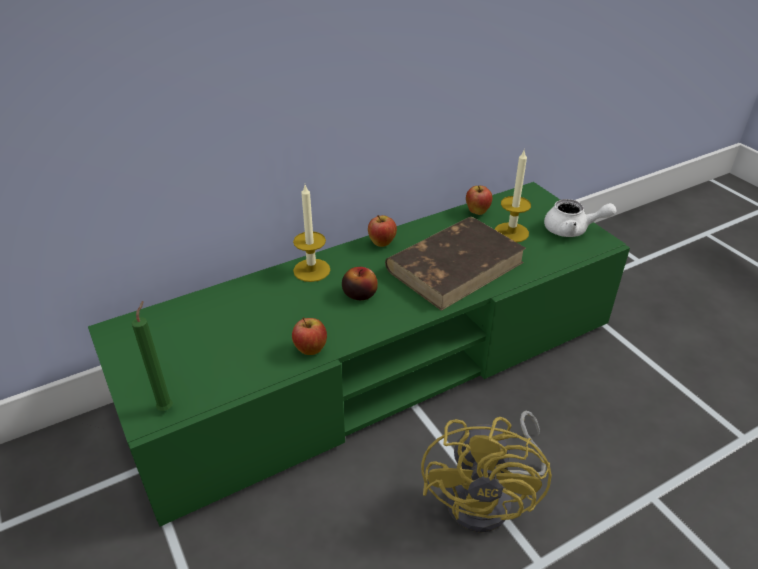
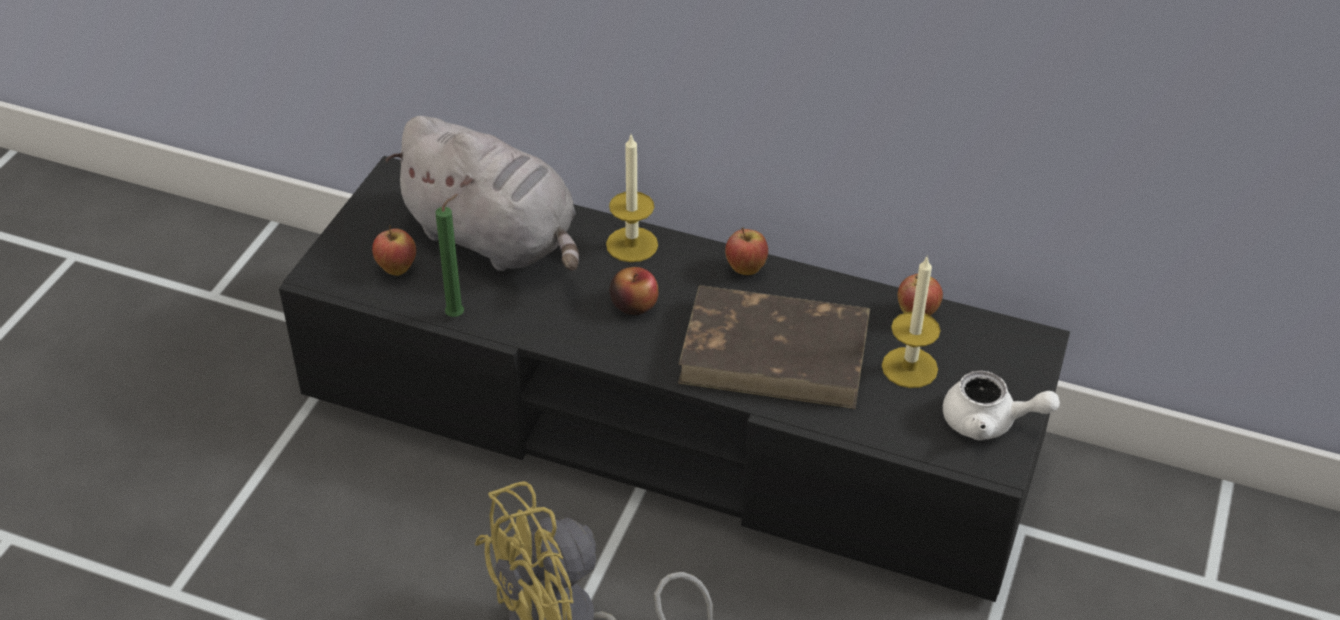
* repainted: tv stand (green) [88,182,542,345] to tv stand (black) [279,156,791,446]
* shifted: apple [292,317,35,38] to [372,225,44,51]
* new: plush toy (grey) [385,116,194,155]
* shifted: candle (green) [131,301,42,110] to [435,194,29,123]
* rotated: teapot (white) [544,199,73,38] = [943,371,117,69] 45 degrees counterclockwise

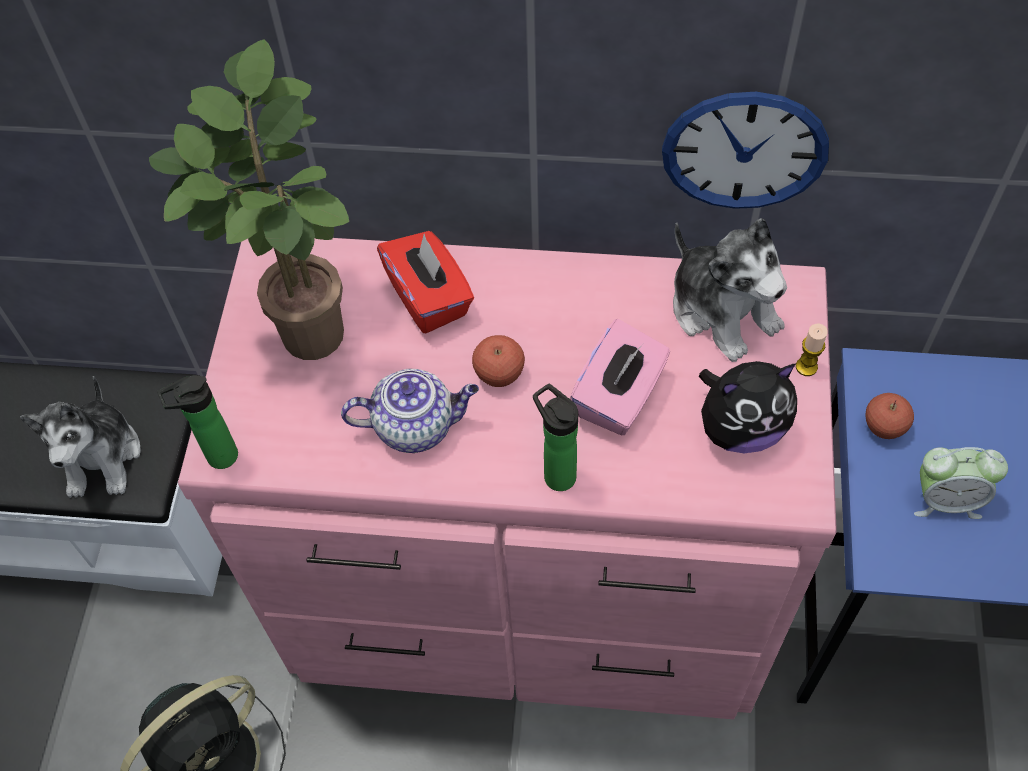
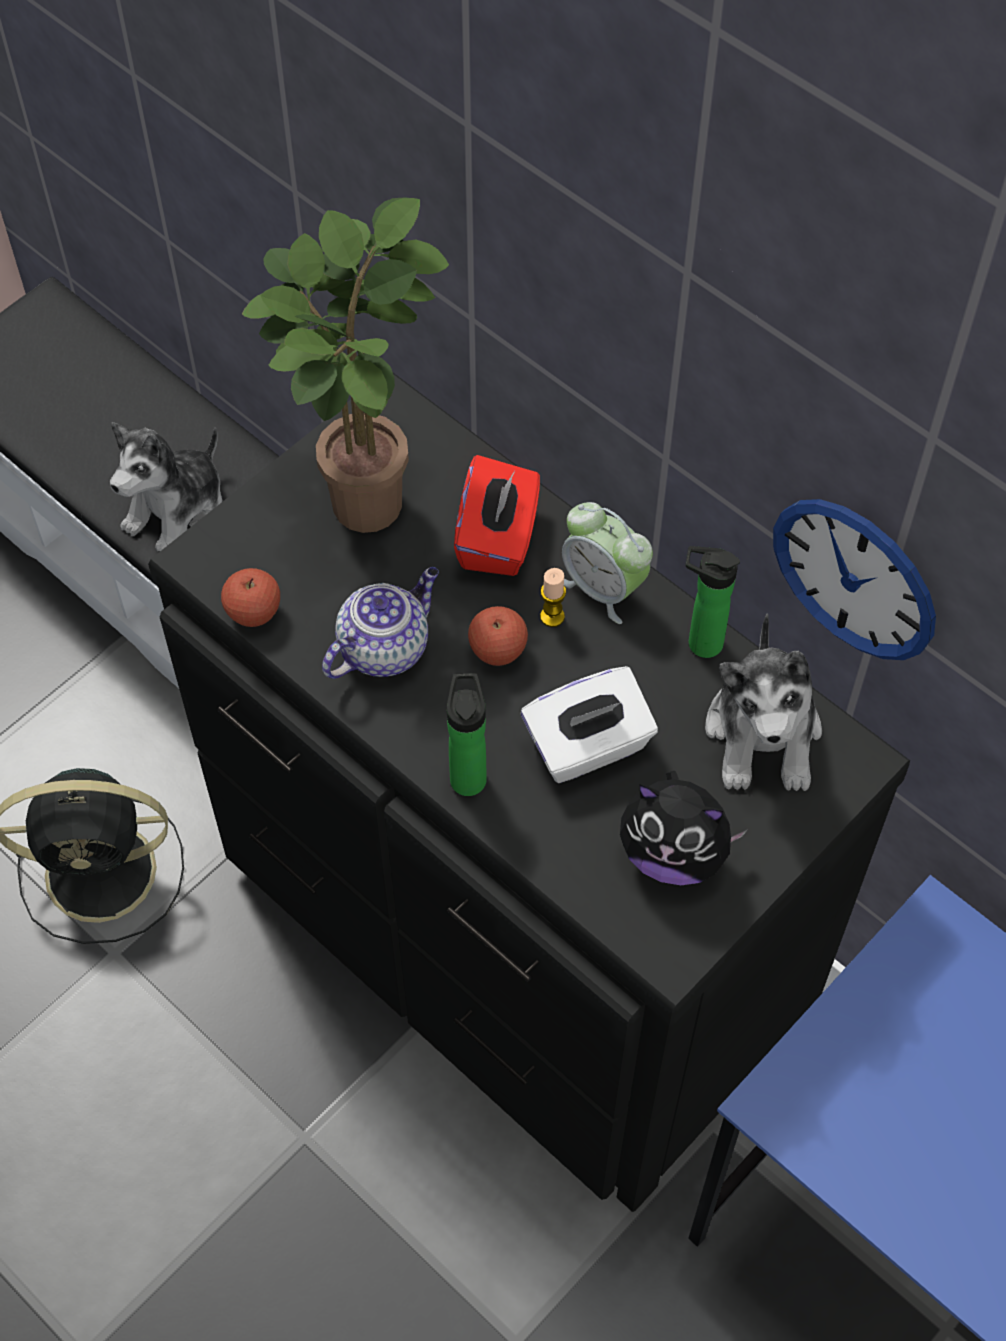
* repainted: dresser (pink) [178,238,659,481] to dresser (black) [148,373,762,839]
* shifted: apple [865,393,49,46] to [221,568,59,59]
* rotated: teapot [341,369,138,84] = [322,567,117,112] 75 degrees counterclockwise
* repainted: tissue box (pink) [570,319,100,116] to tissue box (white) [521,666,137,117]
* shifted: candle [796,324,32,52] to [540,568,26,59]
* shifted: alarm clock [914,447,94,72] to [562,502,91,122]
* shifted: bottle [157,375,81,94] to [686,546,54,112]

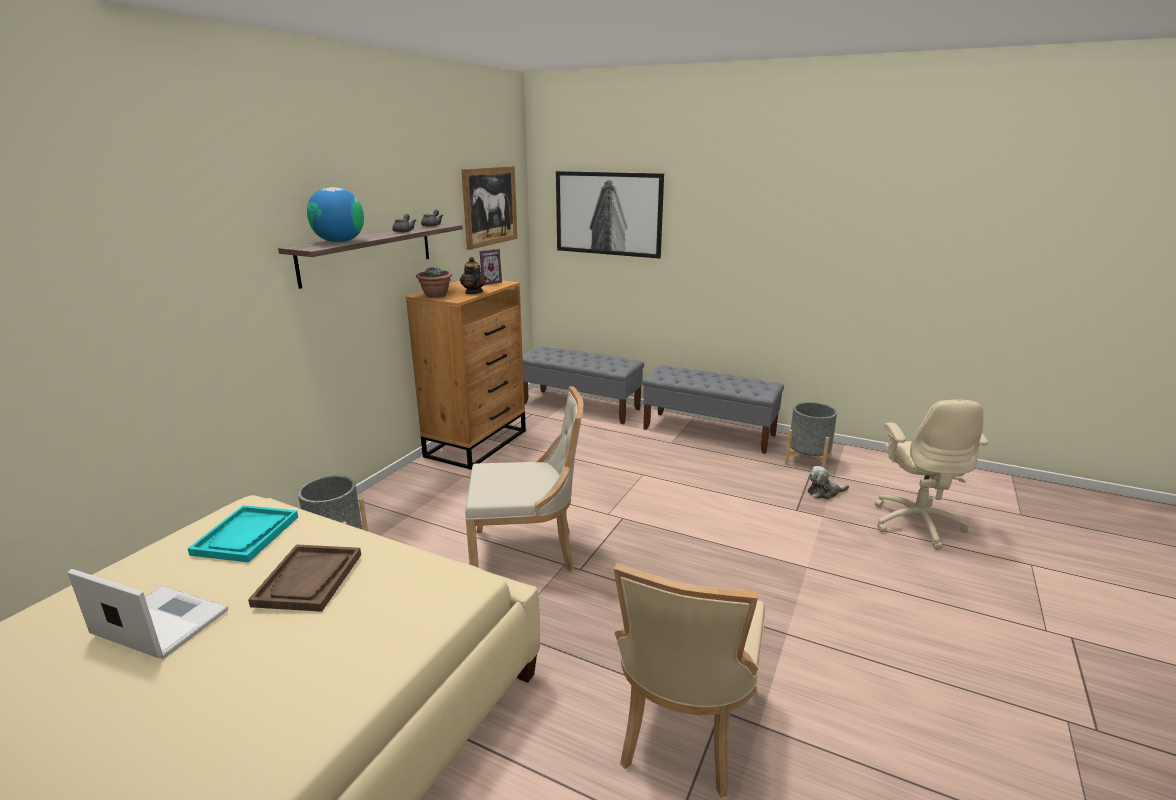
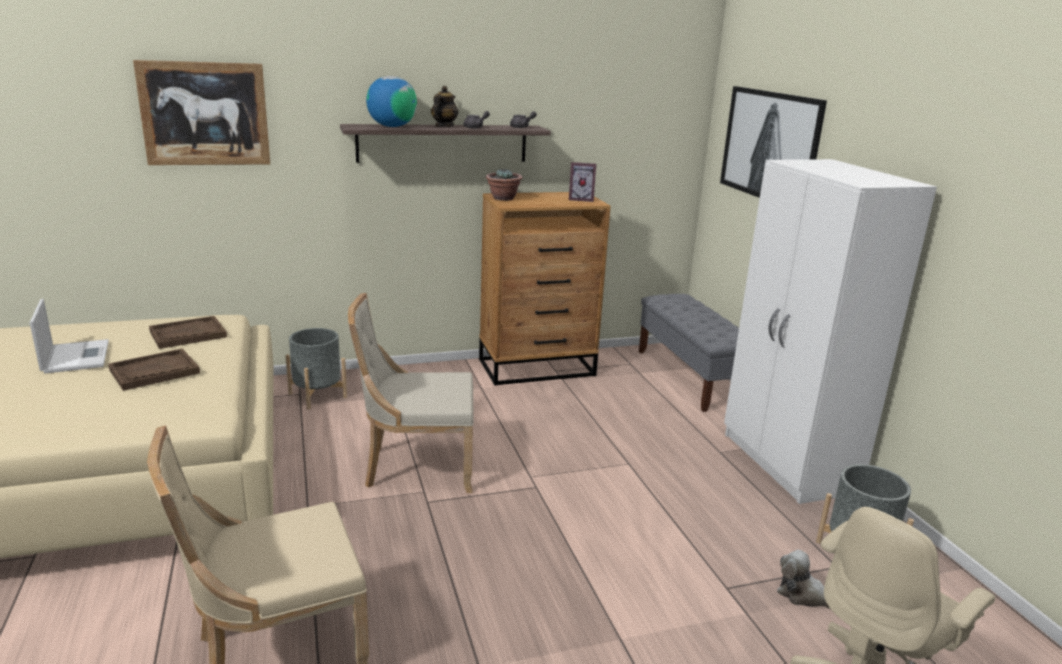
* shifted: picture [461,166,57,84] to [133,60,137,105]
* repainted: tray (turquoise) [187,505,111,57] to tray (brown) [149,316,78,33]
* rotated: chair (beige) [465,386,118,186] = [348,293,126,200] 135 degrees clockwise
* shifted: teapot [460,257,26,37] to [431,86,28,41]
* swapped: bench (grey) [642,365,142,89] to wardrobe (white) [724,159,213,345]

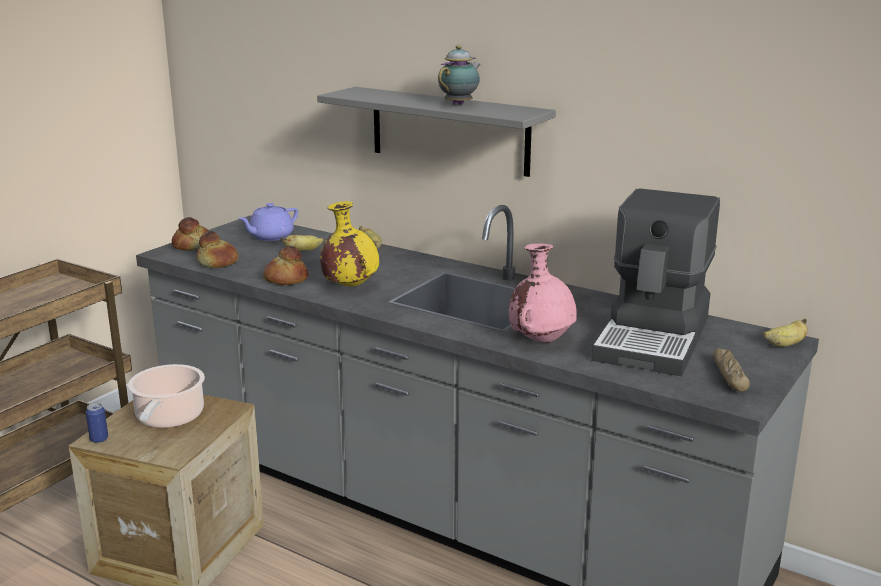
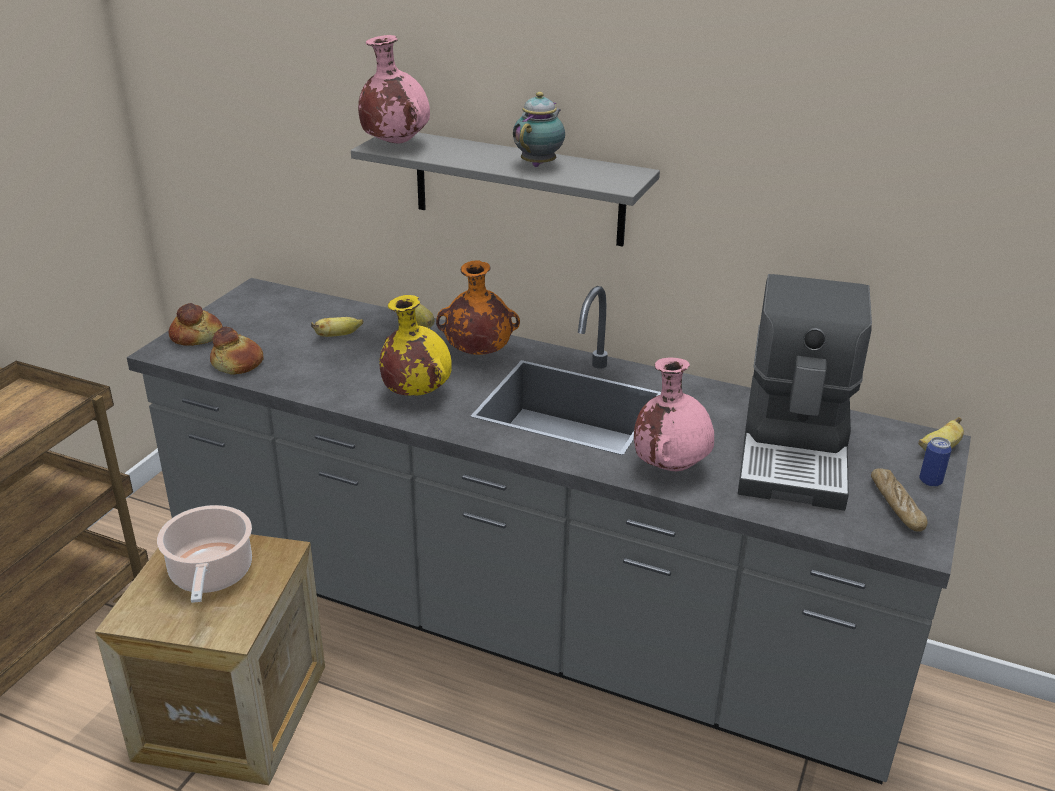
* new: vase (pink) [358,35,72,108]
* new: vase (orange) [436,260,84,95]
* shifted: can [86,403,22,40] to [919,437,33,50]
* gone: teapot (purple) [238,203,60,38]
* gone: bread [263,246,45,39]

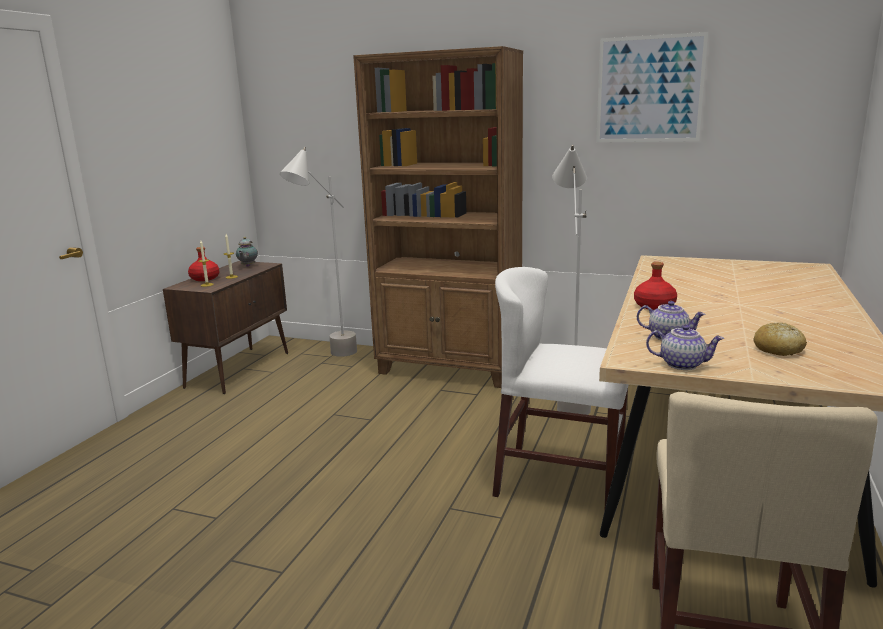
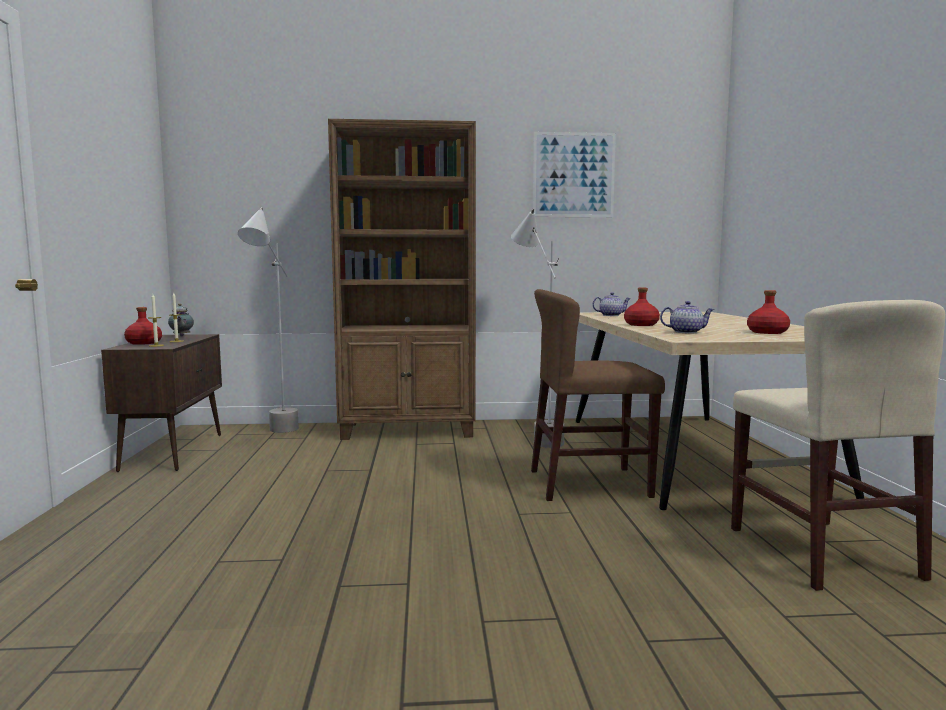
* repainted: chair (white) [492,267,137,240] to chair (brown) [531,289,134,212]
* shifted: teapot [646,324,78,46] to [592,292,39,24]
* swapped: bread [753,323,54,33] to bottle (red) [747,290,43,44]

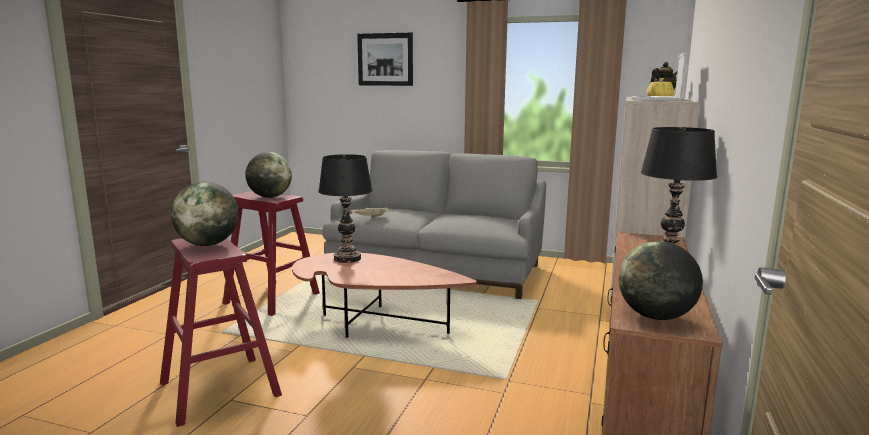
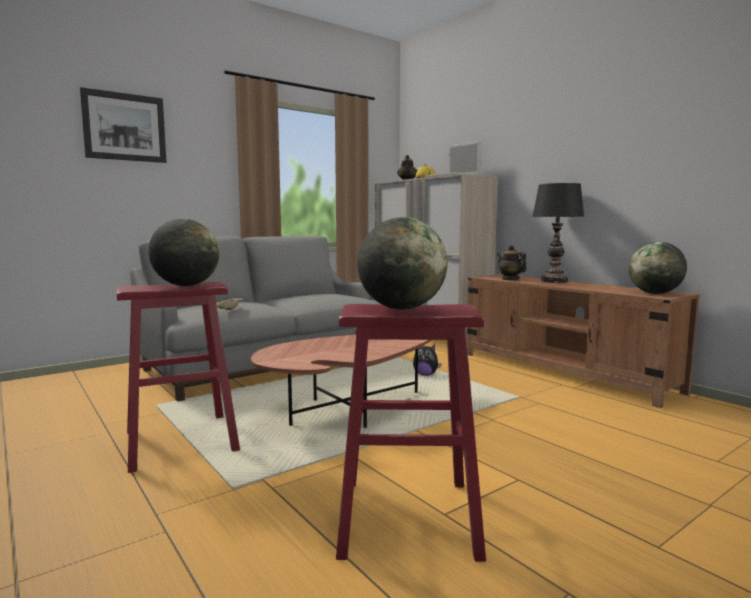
* new: plush toy [413,345,29,31]
* new: teapot [497,245,30,35]
* gone: table lamp (black) [318,154,55,109]

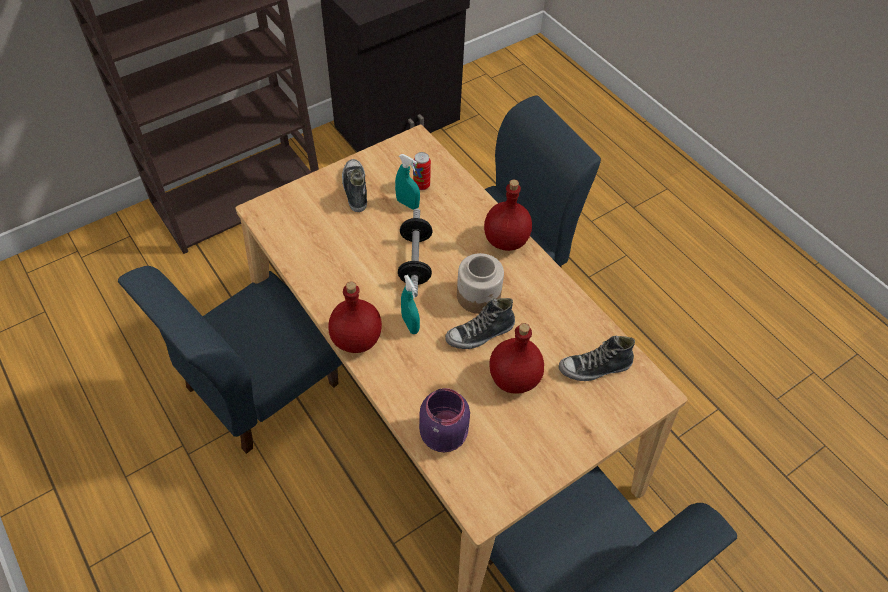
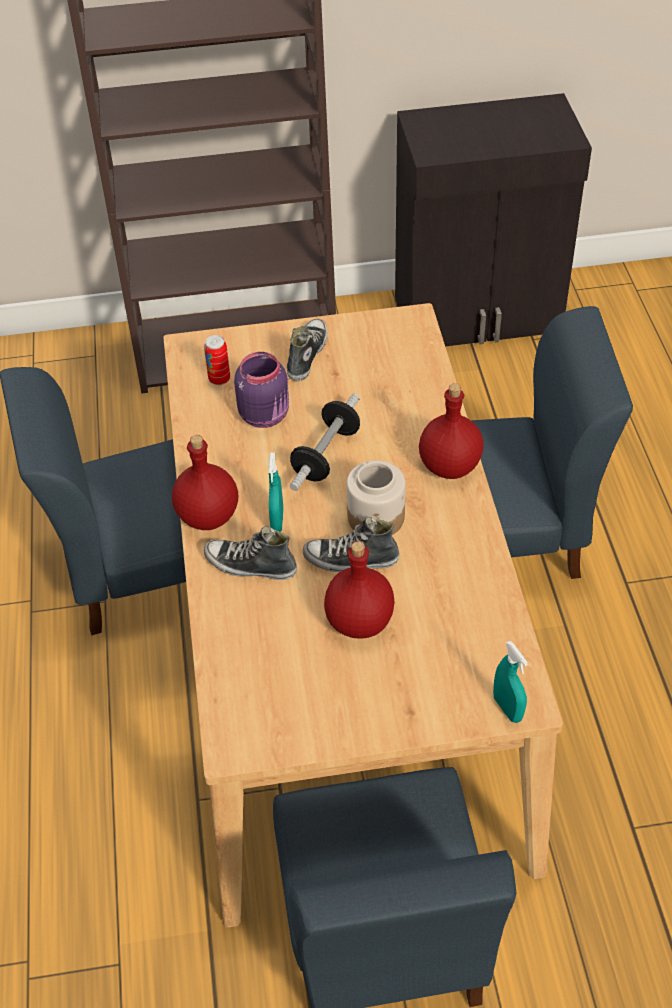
* shifted: can [413,152,18,38] to [204,335,26,50]
* shifted: shoe [559,336,76,45] to [204,526,93,54]
* shifted: jar (purple) [419,388,51,64] to [234,352,55,76]
* shifted: spray bottle (turquoise) [395,154,25,56] to [493,641,35,82]

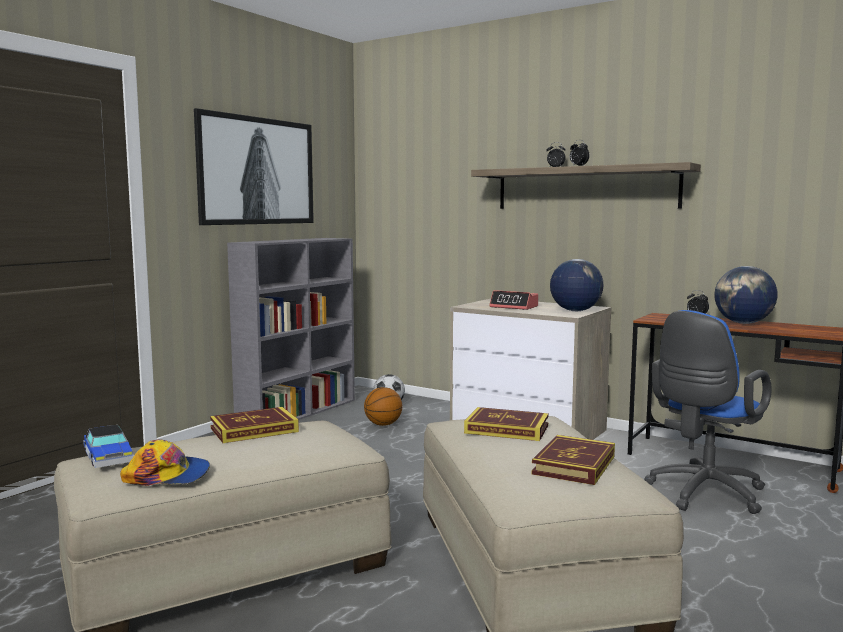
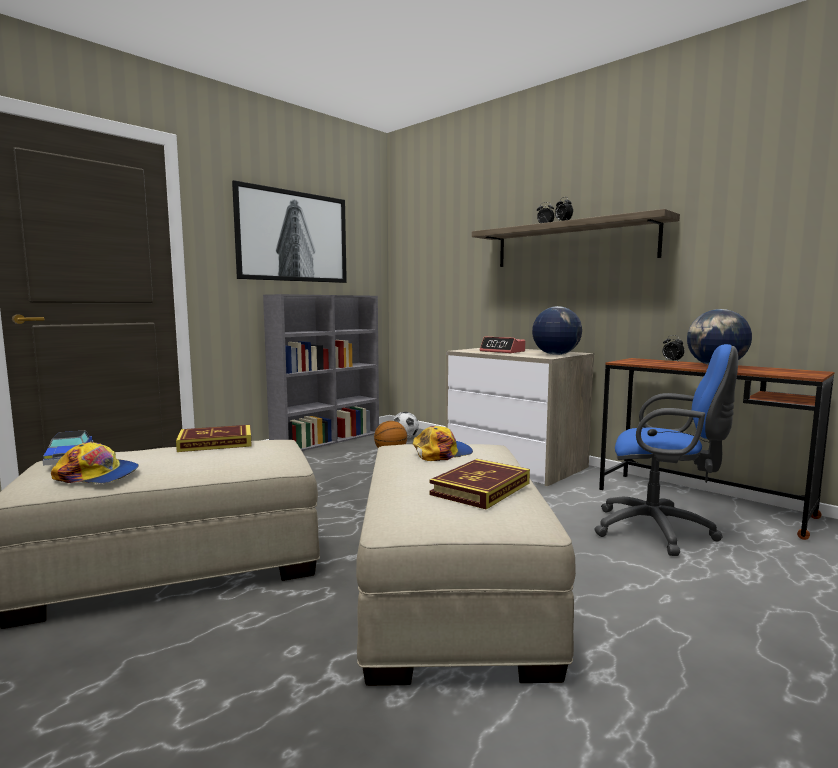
* swapped: book [464,407,85,34] to cap [413,426,60,35]
* rotated: office chair (blue) [644,310,127,204] = [594,344,144,212] 120 degrees counterclockwise

